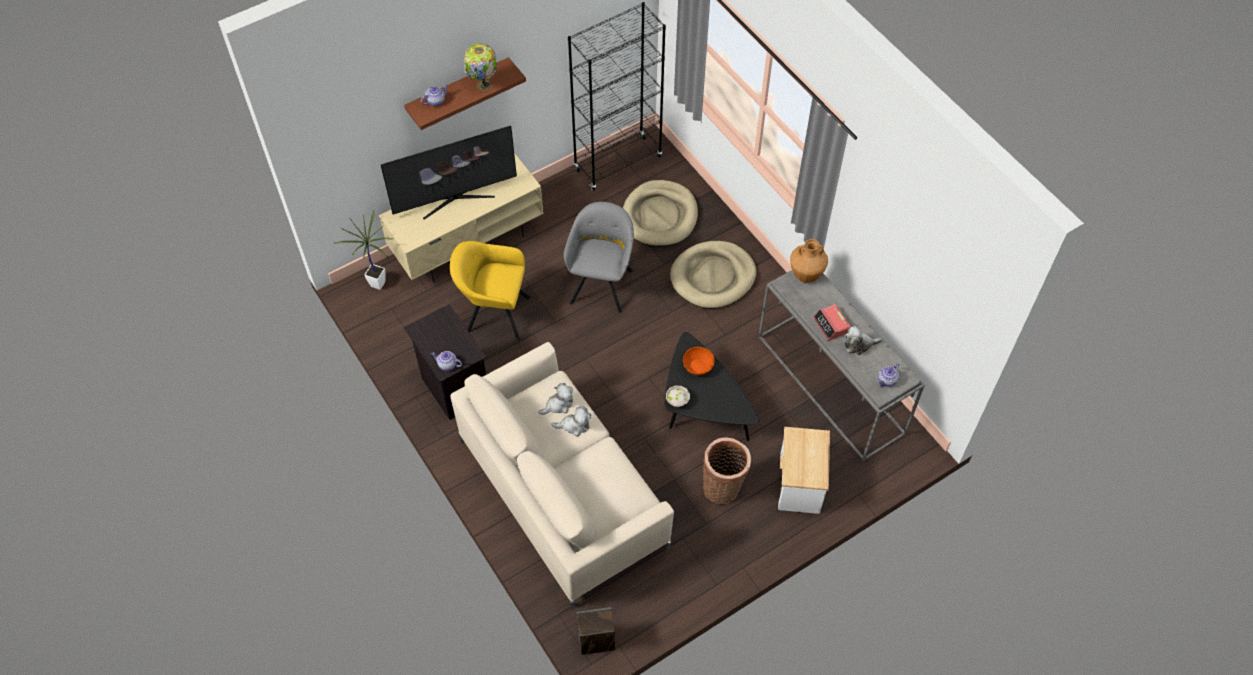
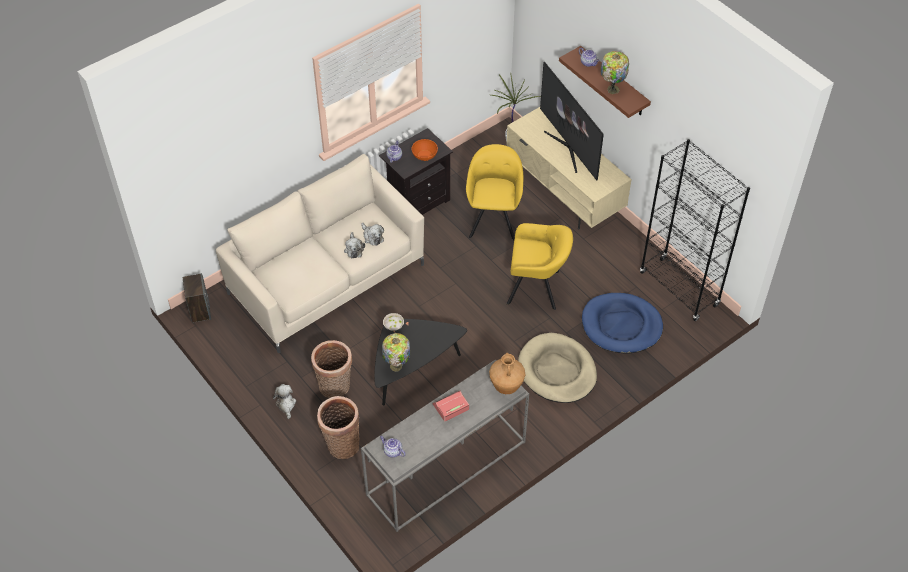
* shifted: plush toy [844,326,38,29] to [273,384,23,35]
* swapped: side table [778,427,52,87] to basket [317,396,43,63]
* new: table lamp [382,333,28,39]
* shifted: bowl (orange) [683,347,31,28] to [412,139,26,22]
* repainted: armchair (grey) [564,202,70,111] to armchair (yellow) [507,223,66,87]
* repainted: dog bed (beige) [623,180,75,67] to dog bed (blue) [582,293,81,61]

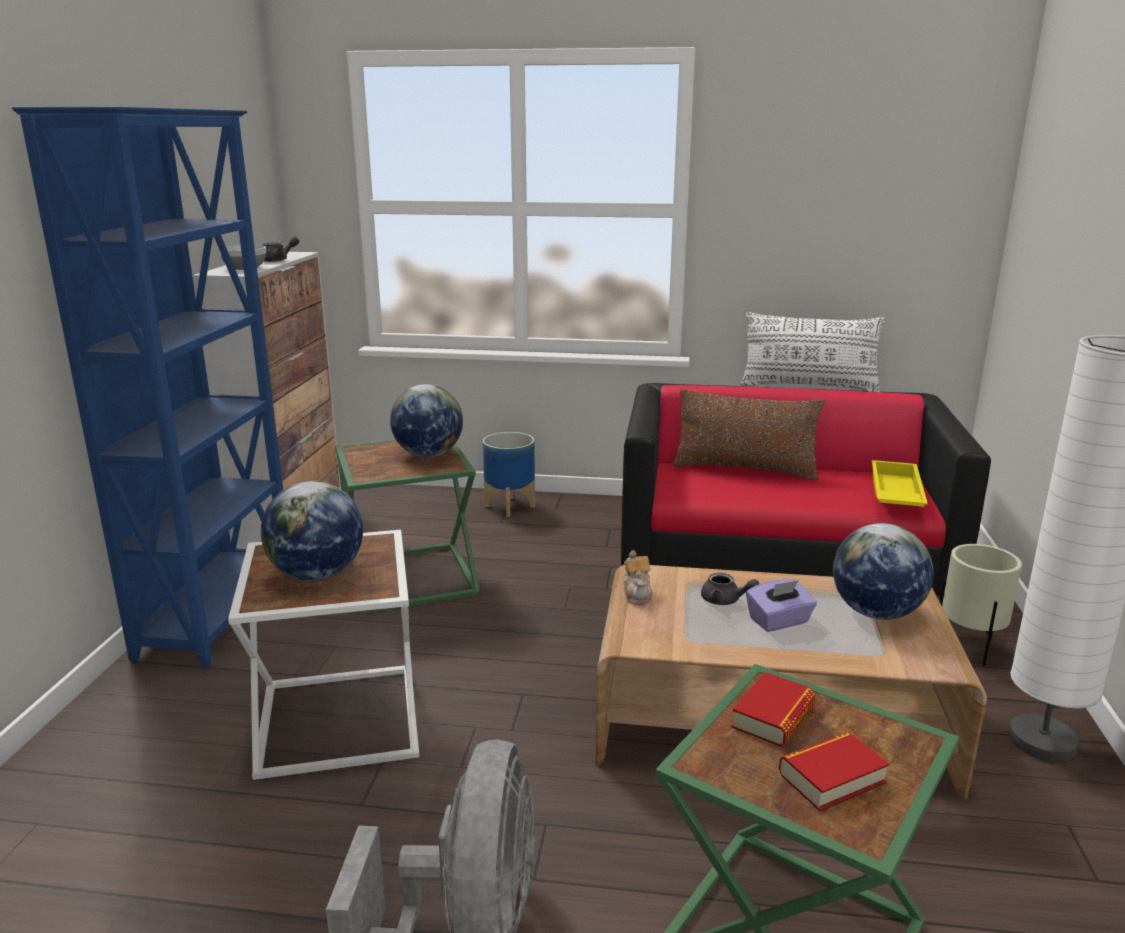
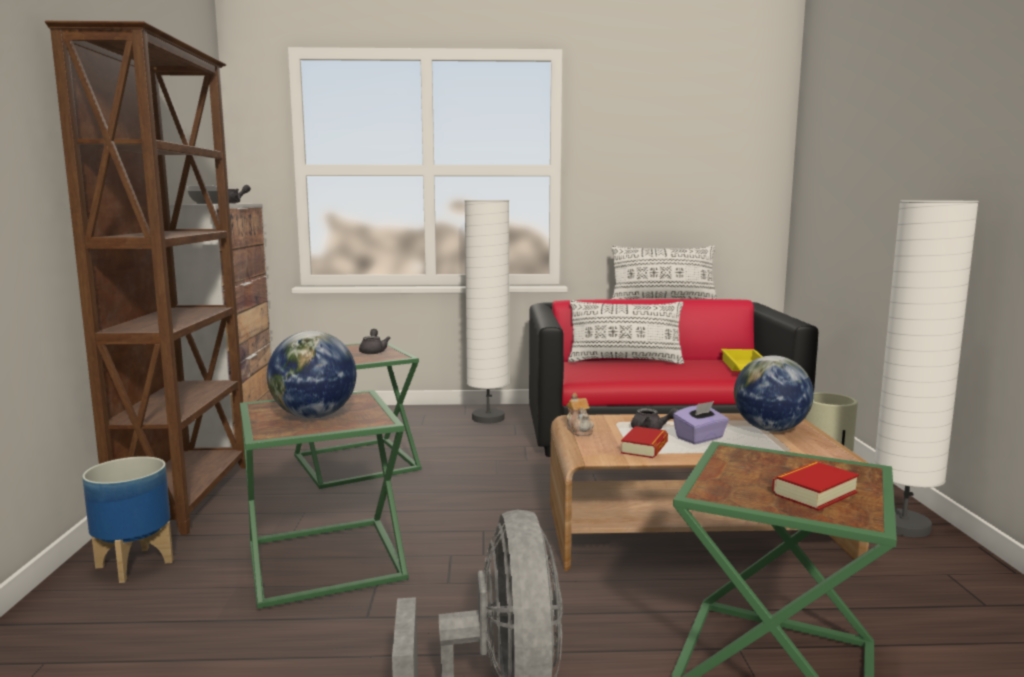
* repainted: bookcase (blue) [12,107,271,560] to bookcase (brown) [45,21,201,514]
* shifted: planter [483,432,52,85] to [82,456,92,127]
* repainted: side table (white) [228,530,191,250] to side table (green) [240,390,169,219]
* swapped: globe [390,384,73,73] to teapot (grey) [359,329,31,25]
* new: floor lamp (white) [465,200,44,224]
* repainted: pillow (brown) [673,389,152,91] to pillow (white) [568,300,116,64]
* shifted: book [731,672,84,74] to [621,426,47,32]

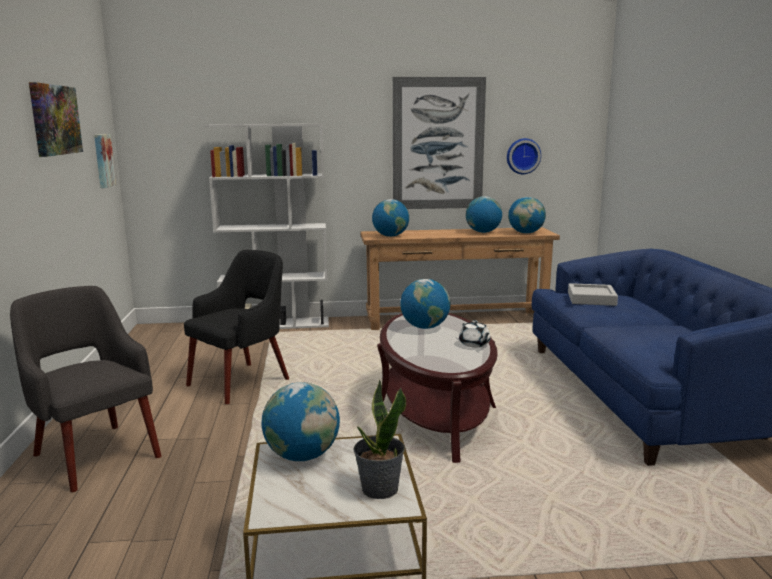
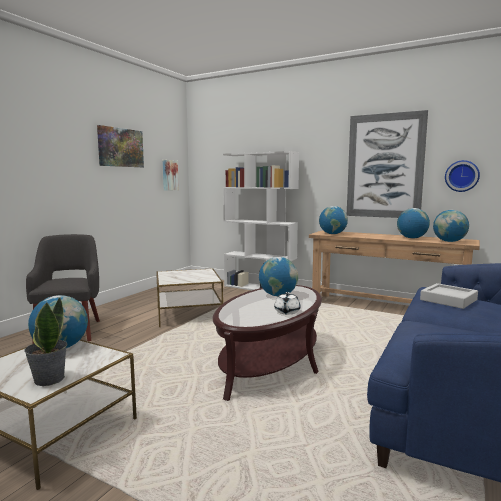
* swapped: armchair (black) [184,250,105,154] to side table [156,268,67,59]

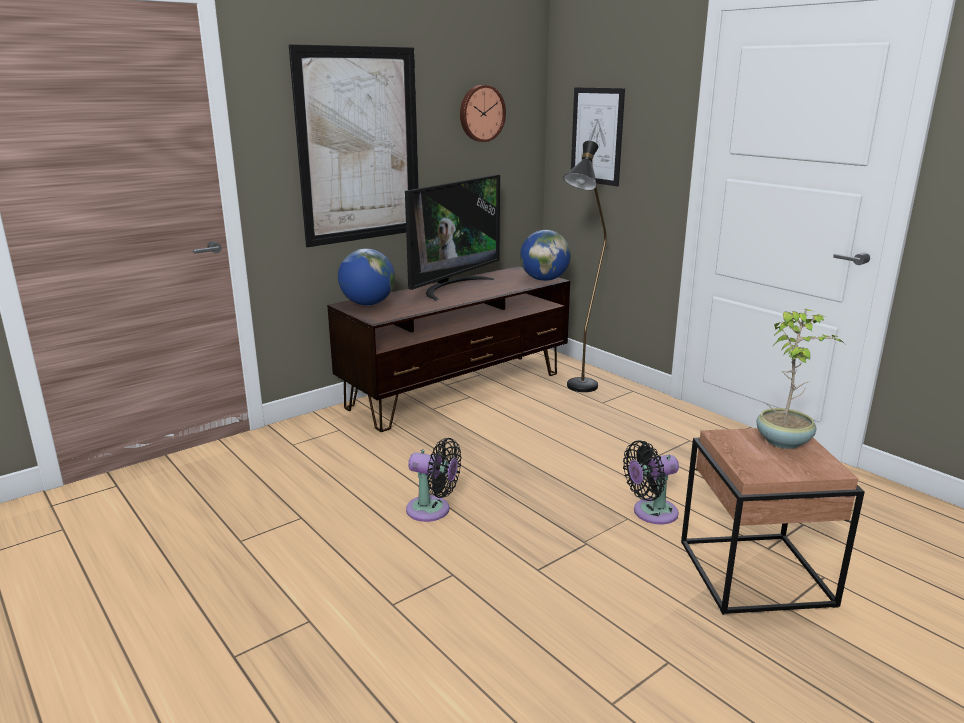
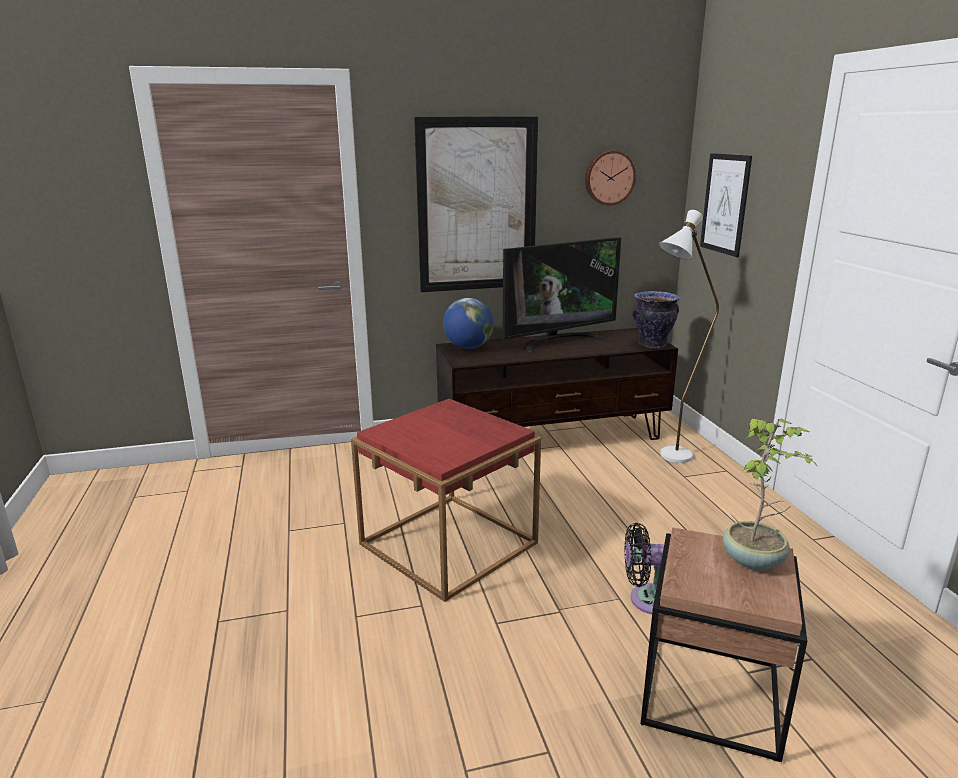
* swapped: fan (black) [406,438,55,84] to side table (red) [351,399,190,203]
* swapped: globe [520,230,51,51] to vase [633,291,47,57]
* repainted: floor lamp (black) [563,141,44,251] to floor lamp (white) [659,210,60,253]

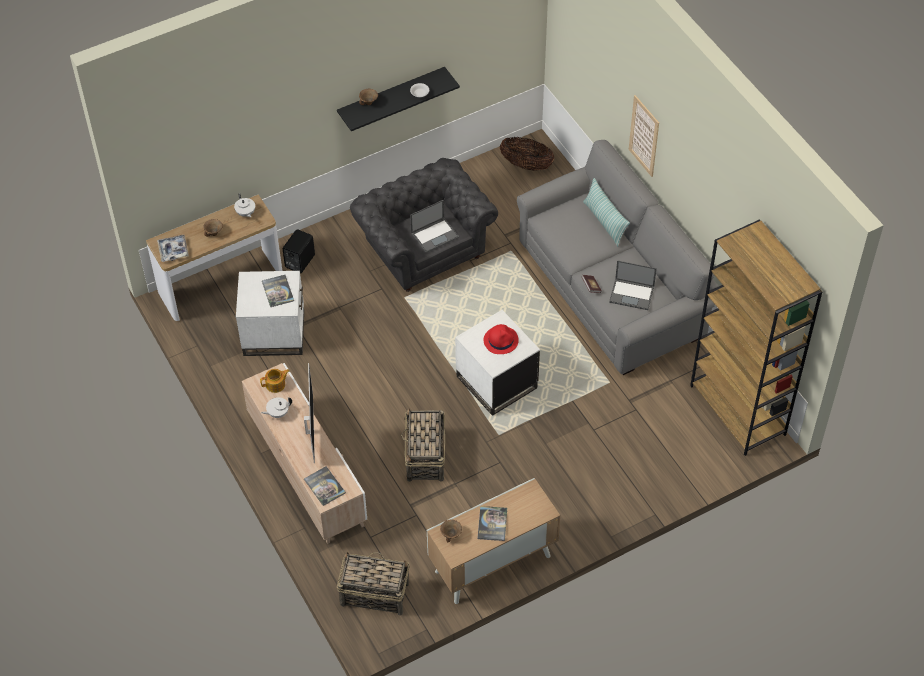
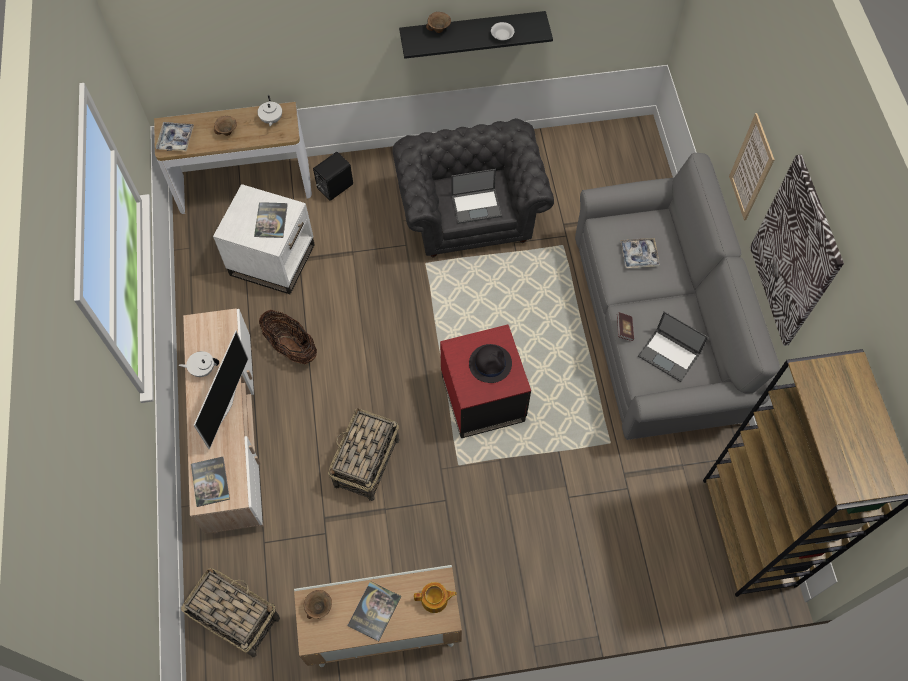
* shifted: basket [500,137,54,34] to [259,310,58,54]
* shifted: teapot [260,369,29,24] to [414,582,43,31]
* repainted: side table (white) [455,310,85,106] to side table (red) [440,324,91,114]
* repainted: hat (red) [484,324,35,30] to hat (black) [469,344,43,39]
* new: tray [620,238,40,31]
* new: picture [750,155,94,191]
* gone: pillow [583,178,47,68]

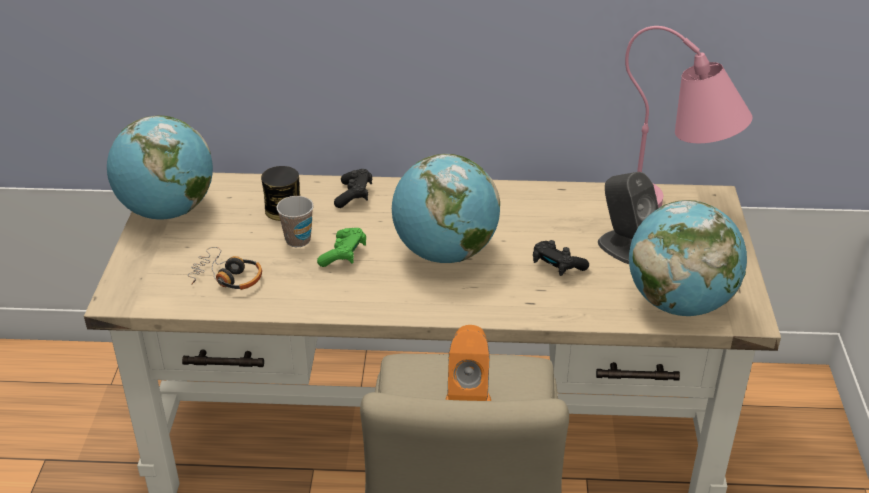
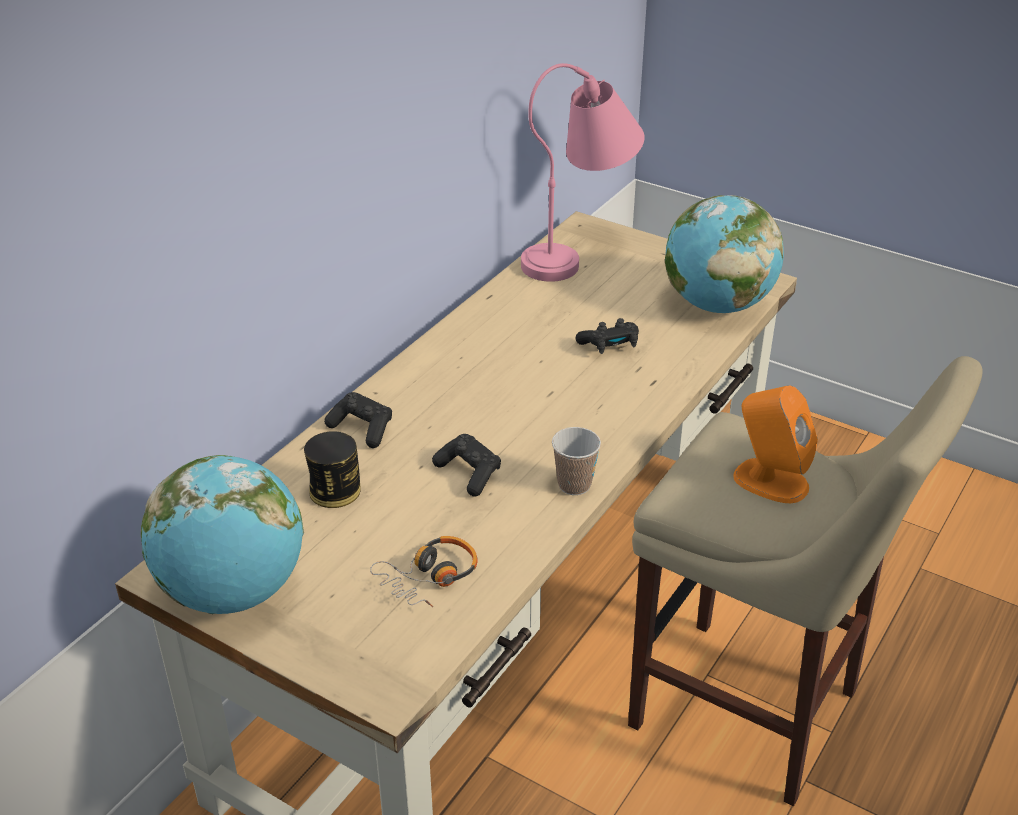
* repainted: game controller (green) [317,228,49,39] to game controller (black) [432,434,69,62]
* shifted: cup [276,196,38,51] to [552,427,49,68]
* gone: globe [392,154,108,109]
* gone: speaker (grey) [598,172,61,92]

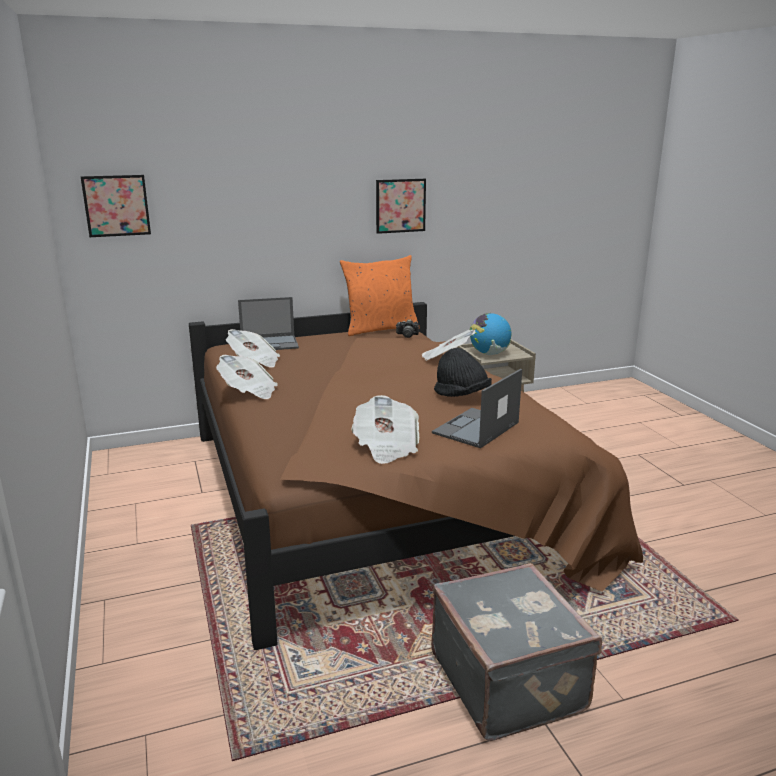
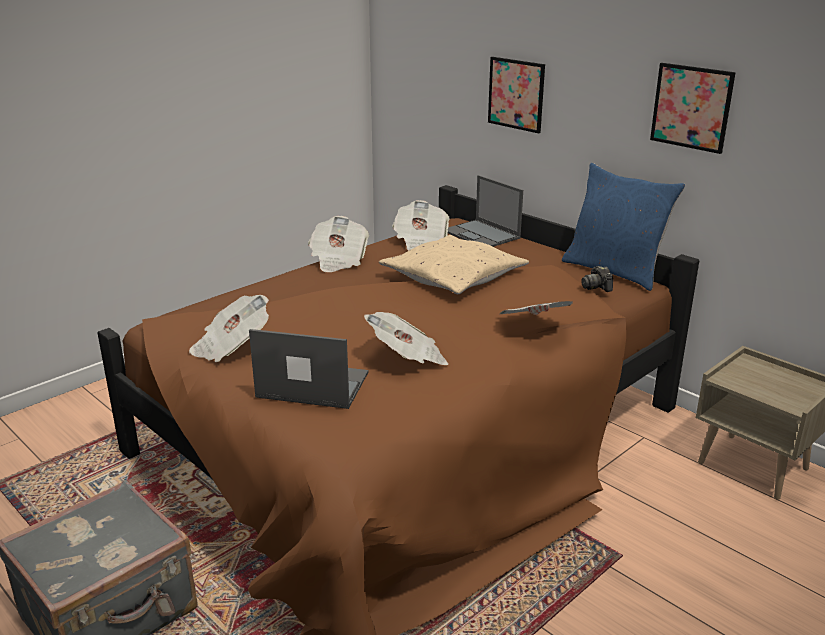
* swapped: hat (black) [434,348,58,49] to newspaper [364,312,84,53]
* new: pillow (beige) [379,235,150,59]
* shifted: picture [81,175,70,62] to [488,57,57,77]
* repainted: pillow (orange) [340,255,80,81] to pillow (blue) [562,163,123,128]
* gone: globe [470,313,41,42]

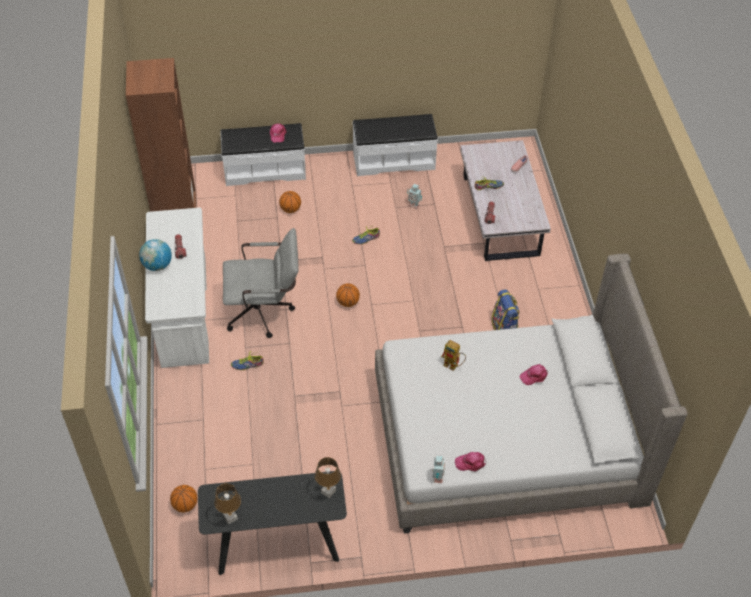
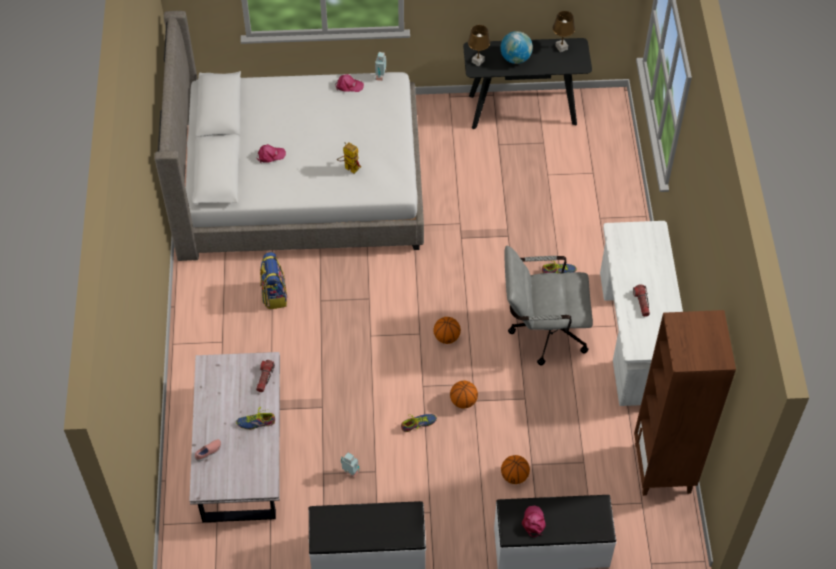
* shifted: basketball [170,485,28,27] to [450,380,28,29]
* shifted: globe [139,239,33,32] to [500,31,33,33]

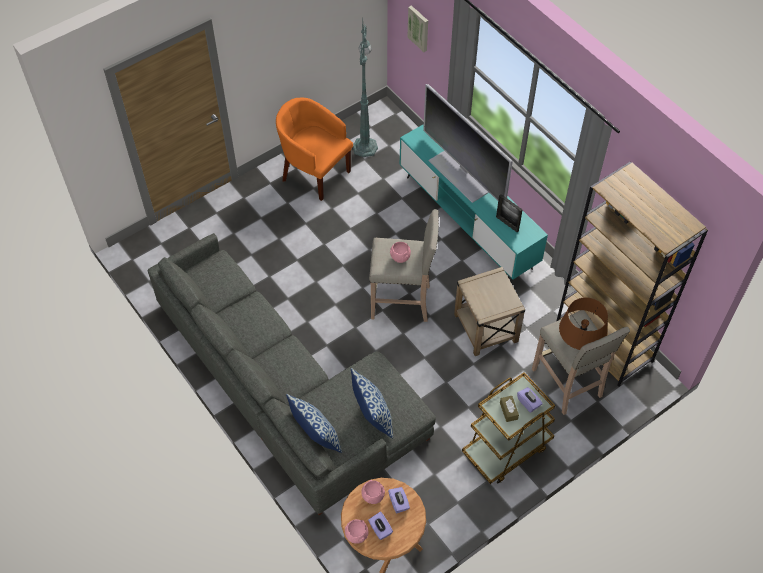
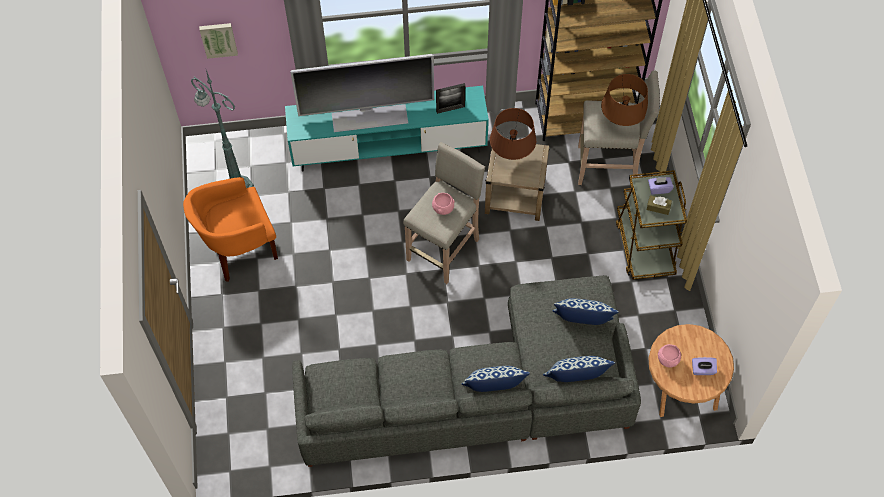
* new: pillow [462,366,68,26]
* new: table lamp (brown) [490,108,46,52]
* gone: bowl (pink) [345,519,23,25]
* gone: tissue box (purple) [388,487,22,26]

